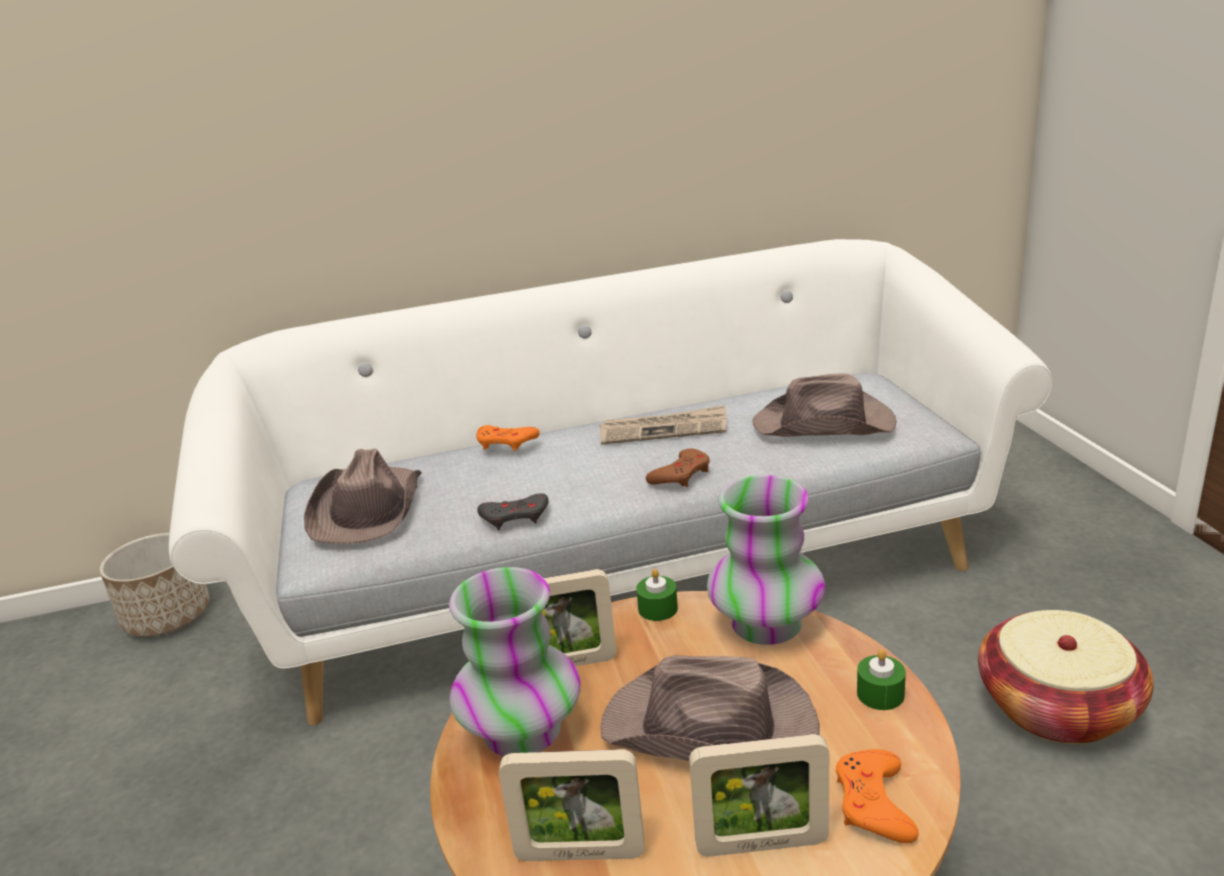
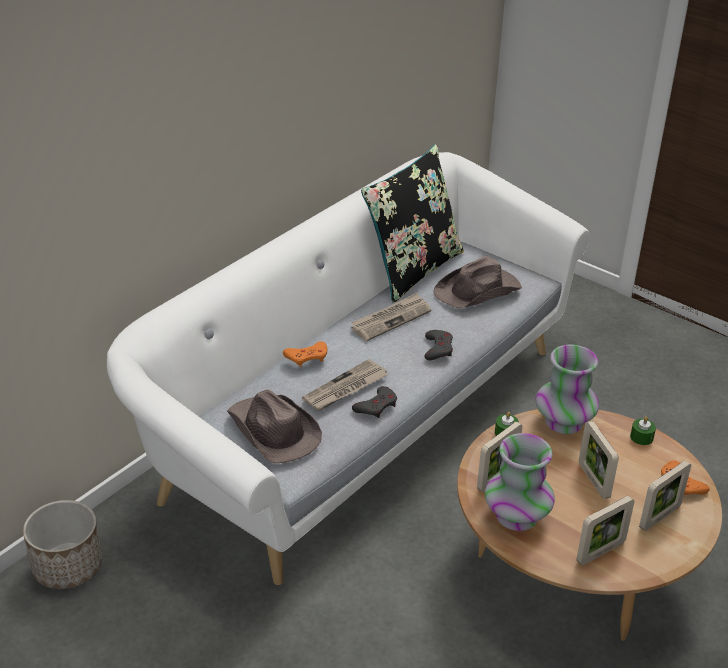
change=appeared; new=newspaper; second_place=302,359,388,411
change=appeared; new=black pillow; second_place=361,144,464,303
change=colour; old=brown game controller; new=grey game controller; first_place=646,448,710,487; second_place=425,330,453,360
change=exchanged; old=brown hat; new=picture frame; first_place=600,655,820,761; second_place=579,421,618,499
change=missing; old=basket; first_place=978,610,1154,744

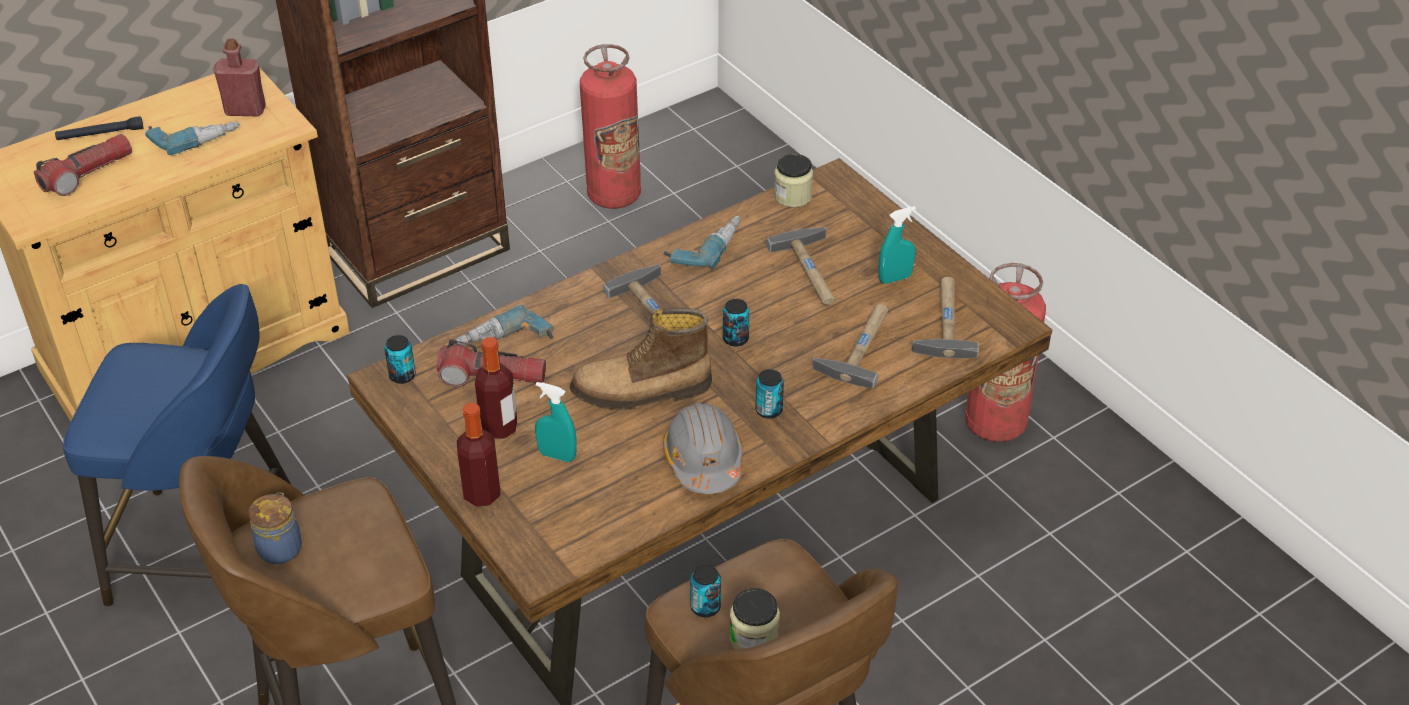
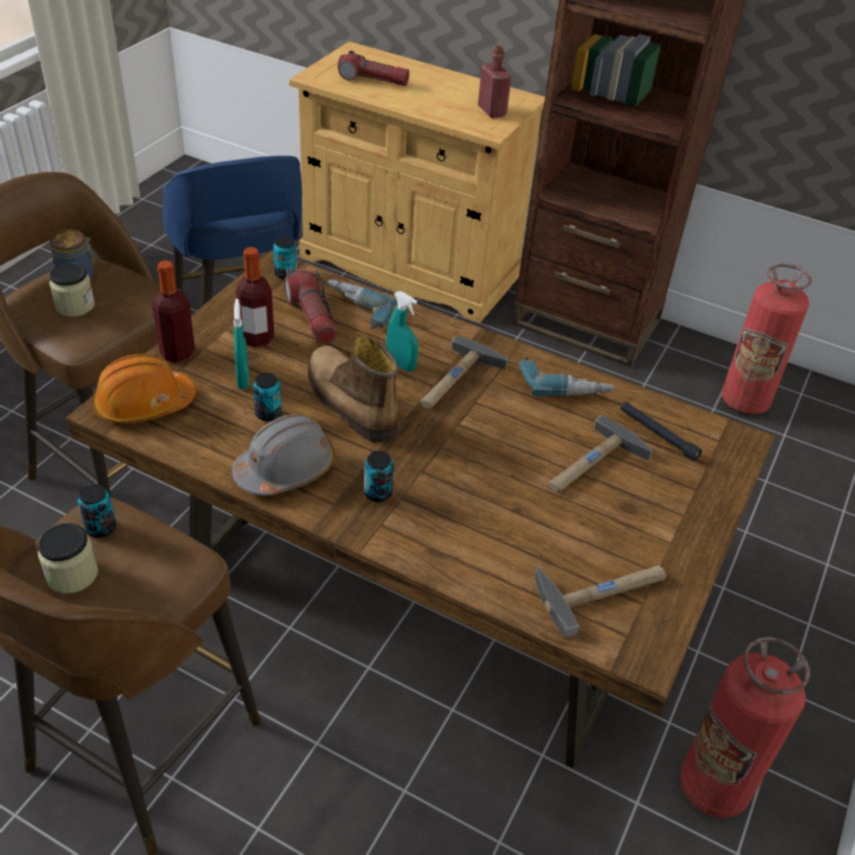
change=relocated; old=jar; first_place=774,154,813,207; second_place=49,263,95,317
change=appeared; new=orange hard hat; second_place=92,354,196,423
change=relocated; old=can; first_place=723,299,750,347; second_place=253,373,282,421
change=relocated; old=turquoise spray bottle; first_place=878,206,916,284; second_place=386,291,418,372
change=relocated; old=black flashlight; first_place=55,116,144,140; second_place=621,402,702,461
change=missing; old=power drill; first_place=145,121,240,155
change=missing; old=hammer; first_place=812,304,889,388

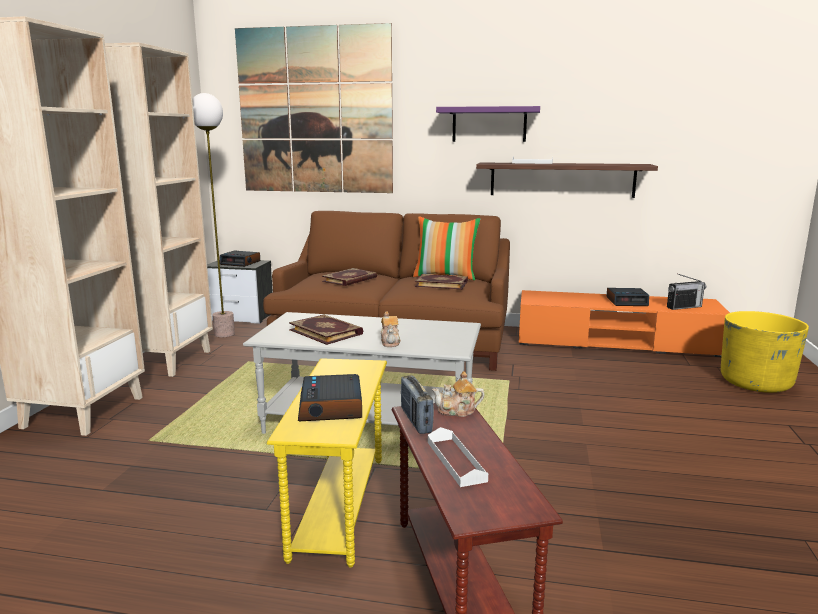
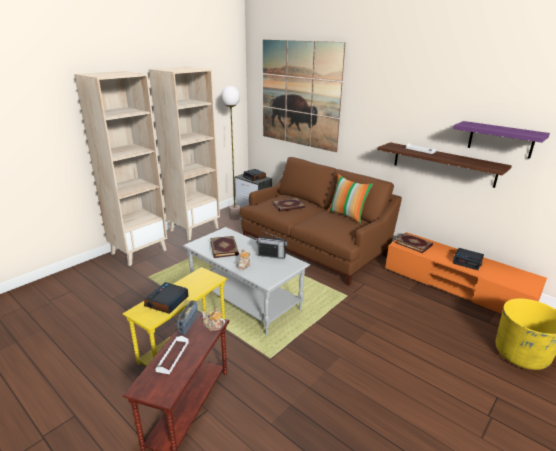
change=relocated; old=radio; first_place=667,274,706,310; second_place=256,230,288,259
change=relocated; old=book; first_place=415,274,468,290; second_place=395,233,433,253
change=relocated; old=purple shelf; first_place=436,106,540,142; second_place=453,121,550,159

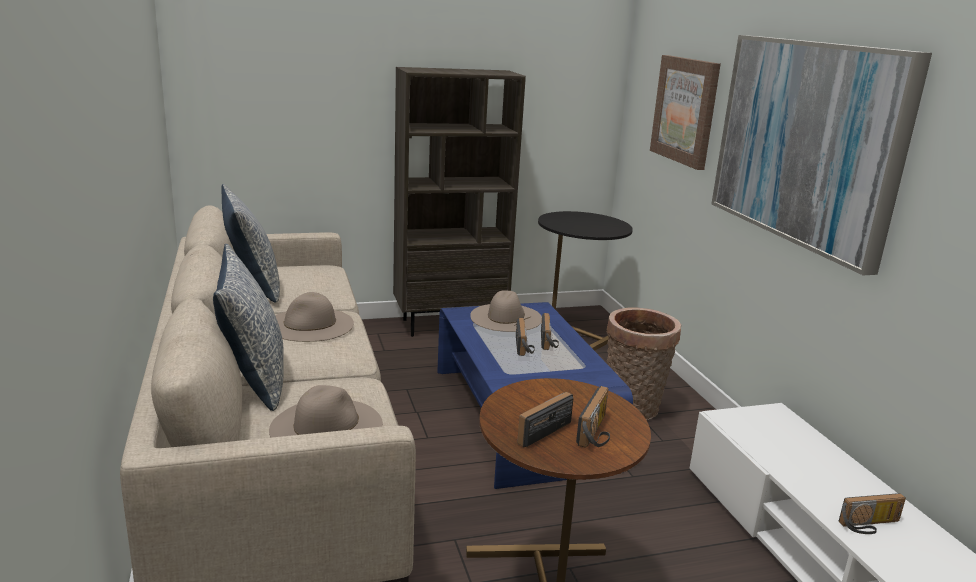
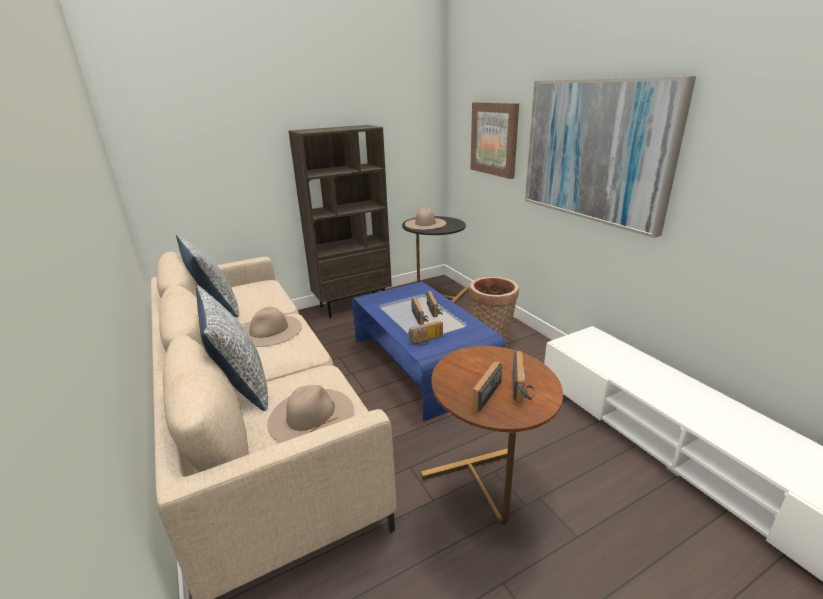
change=relocated; old=beige hat; first_place=470,290,542,332; second_place=405,208,446,230
change=relocated; old=radio; first_place=839,493,906,534; second_place=408,321,443,346

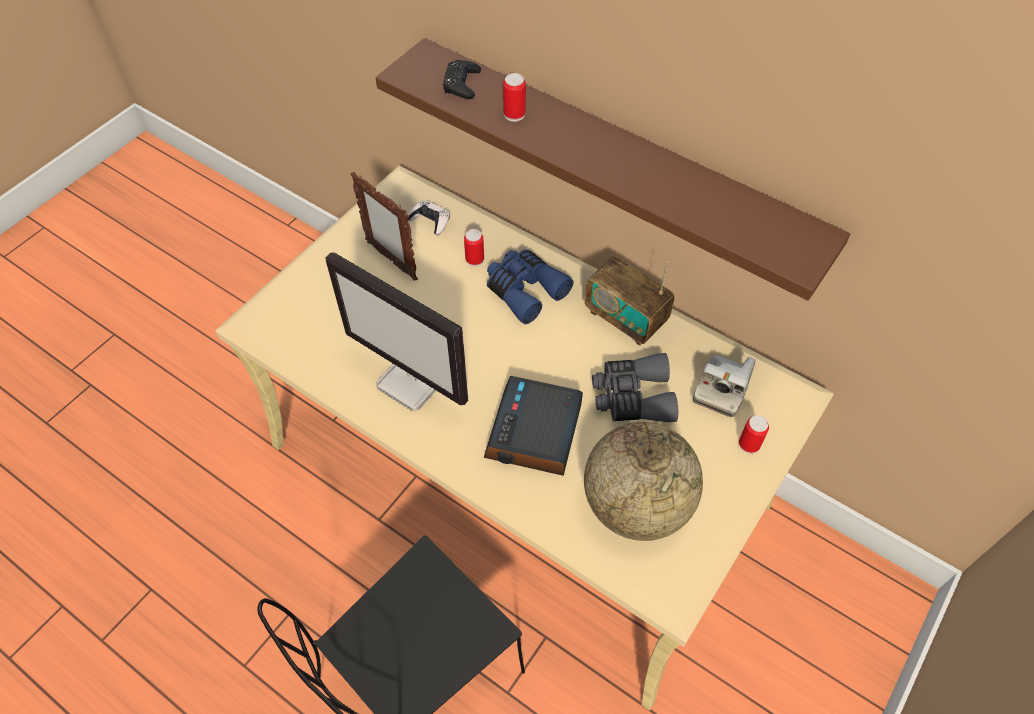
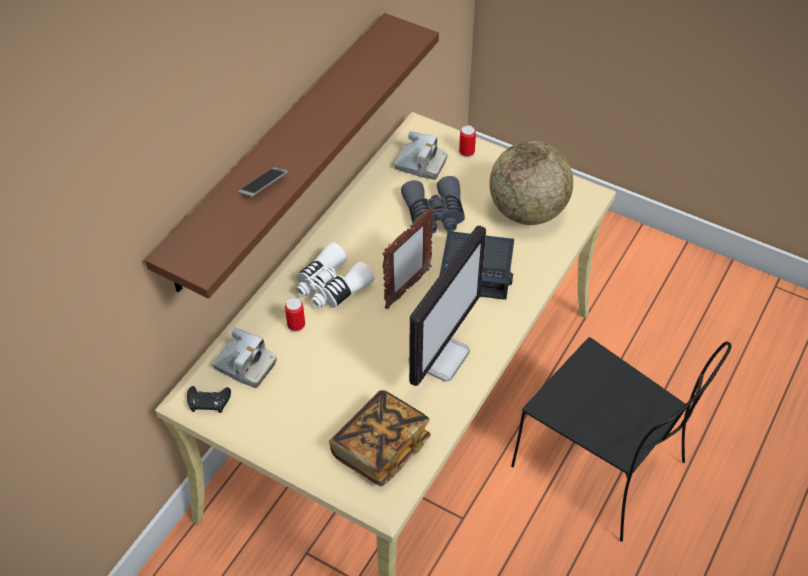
change=relocated; old=black game controller; first_place=443,60,481,99; second_place=187,386,231,413
change=exchanged; old=white game controller; new=photo camera; first_place=408,200,450,235; second_place=213,328,277,388
change=exchanged; old=can; new=phone; first_place=503,73,526,122; second_place=238,167,288,197
change=colour; old=blue binoculars; new=white binoculars; first_place=487,249,574,324; second_place=296,242,375,308
change=appeared; new=book; second_place=329,390,431,487
change=relocated; old=picture frame; first_place=350,172,418,281; second_place=382,207,433,309
change=missing; old=radio; first_place=584,256,675,346

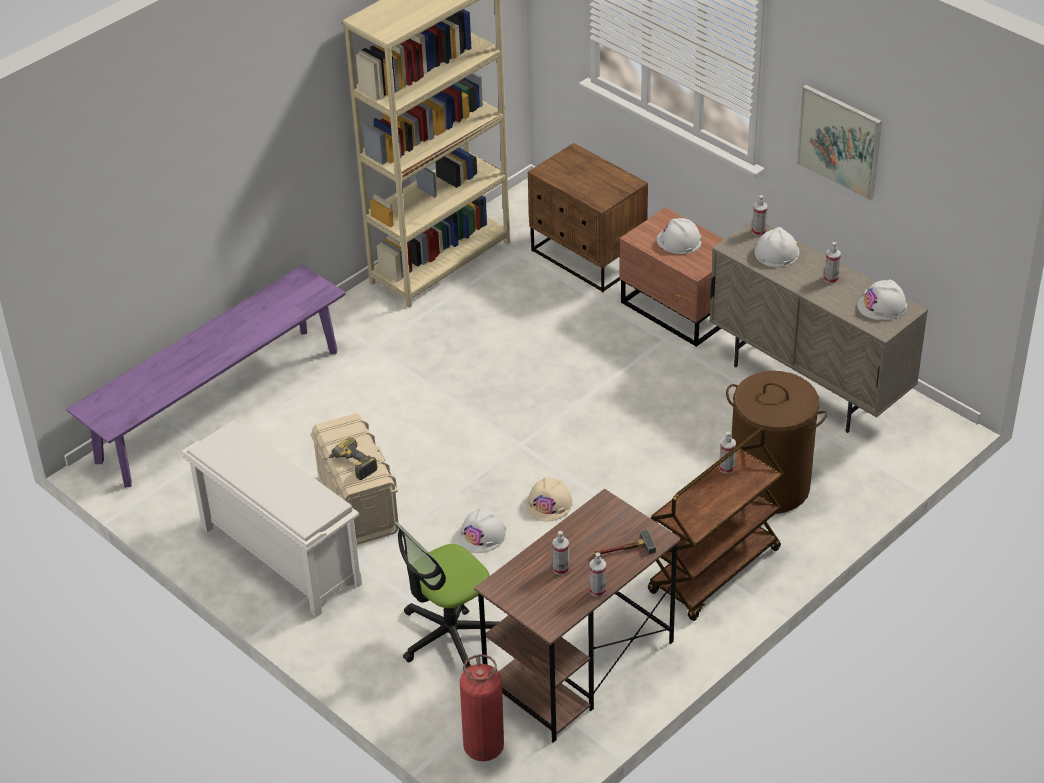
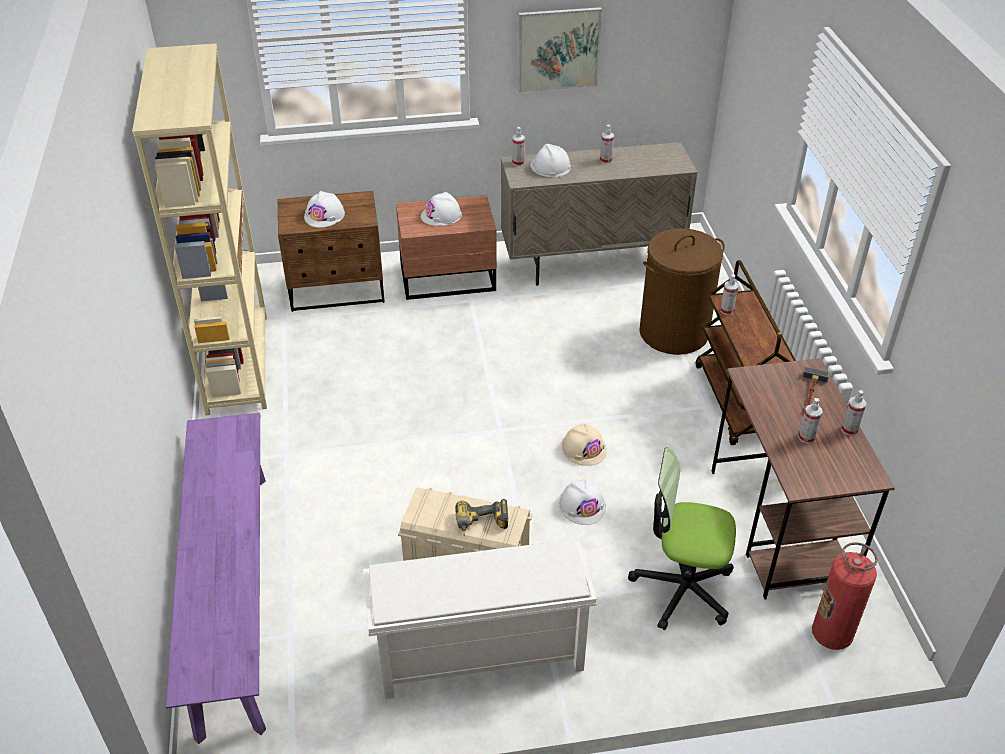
change=relocated; old=white hard hat; first_place=858,280,907,320; second_place=304,191,345,228
change=spun; old=office chair; first_place=394,522,499,671; second_place=628,447,736,630; degrees=105

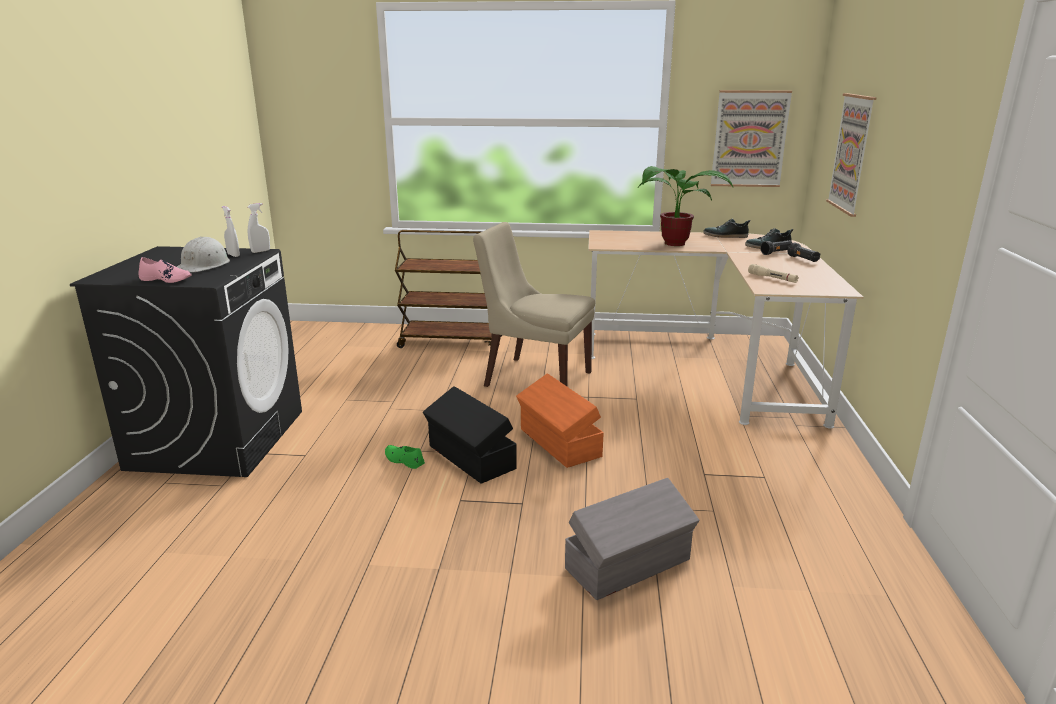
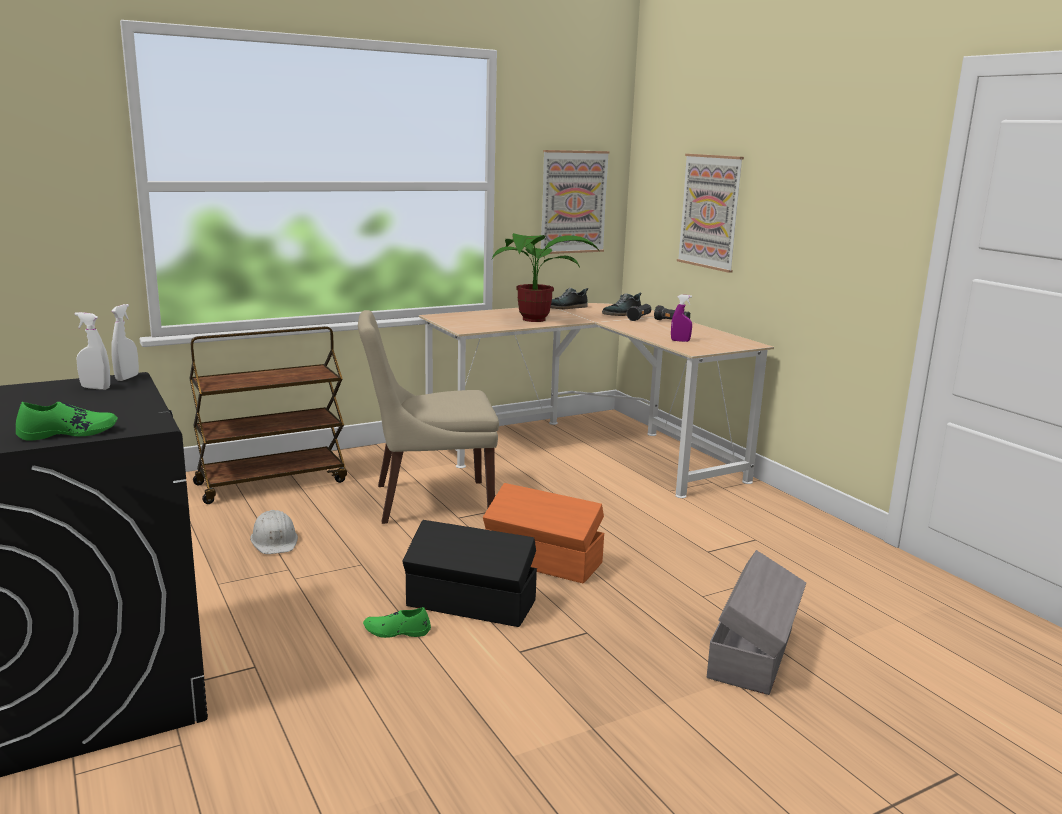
change=colour; old=pink shoe; new=green shoe; first_place=138,257,191,283; second_place=16,402,118,441
change=relocated; old=white hard hat; first_place=177,237,230,272; second_place=250,510,298,554
change=exchanged; old=beige flashlight; new=purple spray bottle; first_place=748,264,799,283; second_place=671,295,692,342

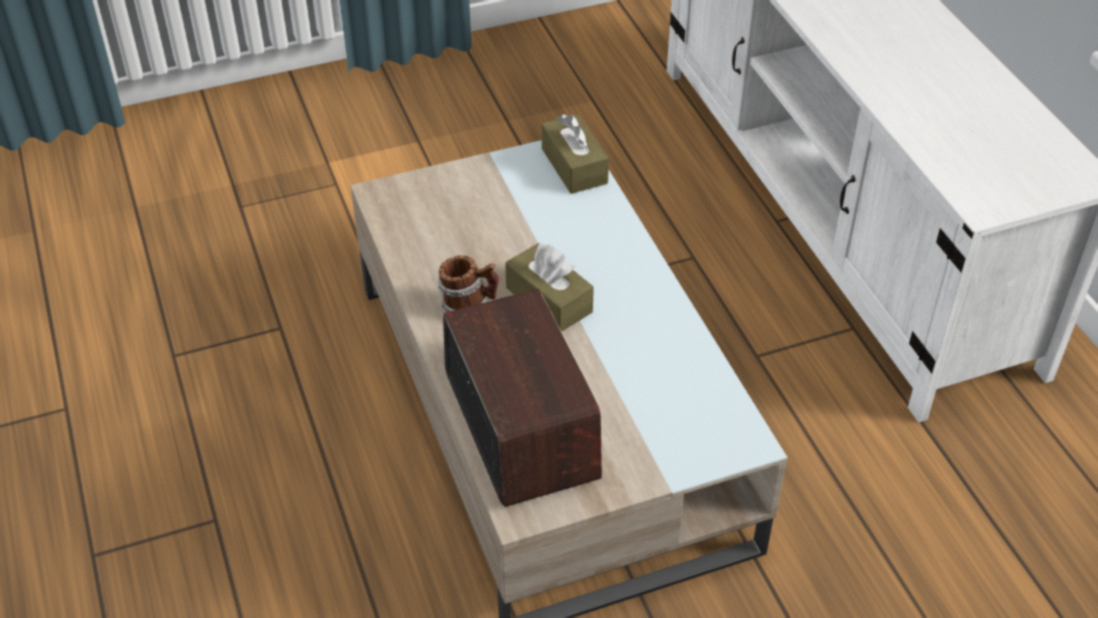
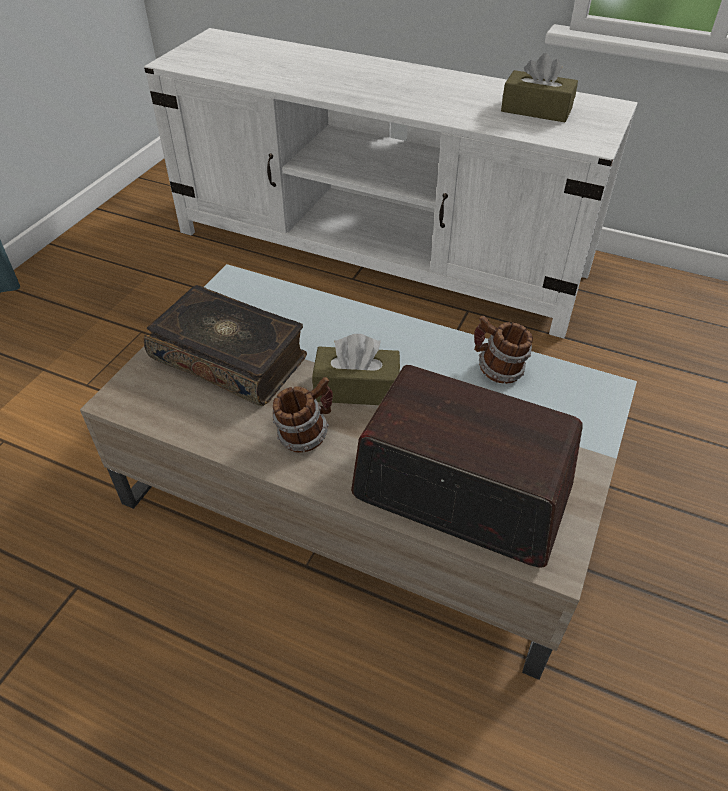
change=appeared; new=book; second_place=144,285,307,406
change=appeared; new=mug; second_place=474,316,533,384
change=relocated; old=brown tissue box; first_place=542,114,609,194; second_place=501,53,578,122

